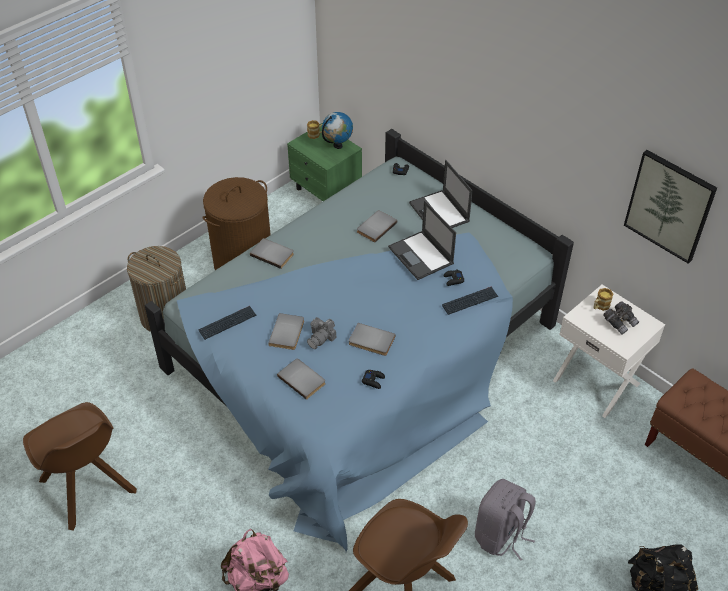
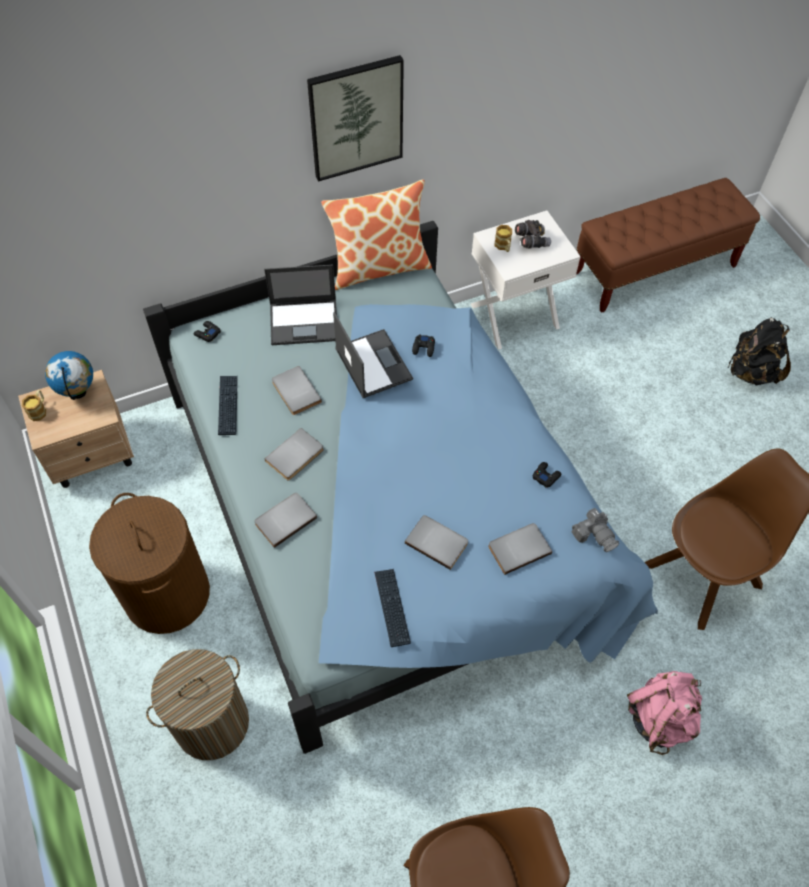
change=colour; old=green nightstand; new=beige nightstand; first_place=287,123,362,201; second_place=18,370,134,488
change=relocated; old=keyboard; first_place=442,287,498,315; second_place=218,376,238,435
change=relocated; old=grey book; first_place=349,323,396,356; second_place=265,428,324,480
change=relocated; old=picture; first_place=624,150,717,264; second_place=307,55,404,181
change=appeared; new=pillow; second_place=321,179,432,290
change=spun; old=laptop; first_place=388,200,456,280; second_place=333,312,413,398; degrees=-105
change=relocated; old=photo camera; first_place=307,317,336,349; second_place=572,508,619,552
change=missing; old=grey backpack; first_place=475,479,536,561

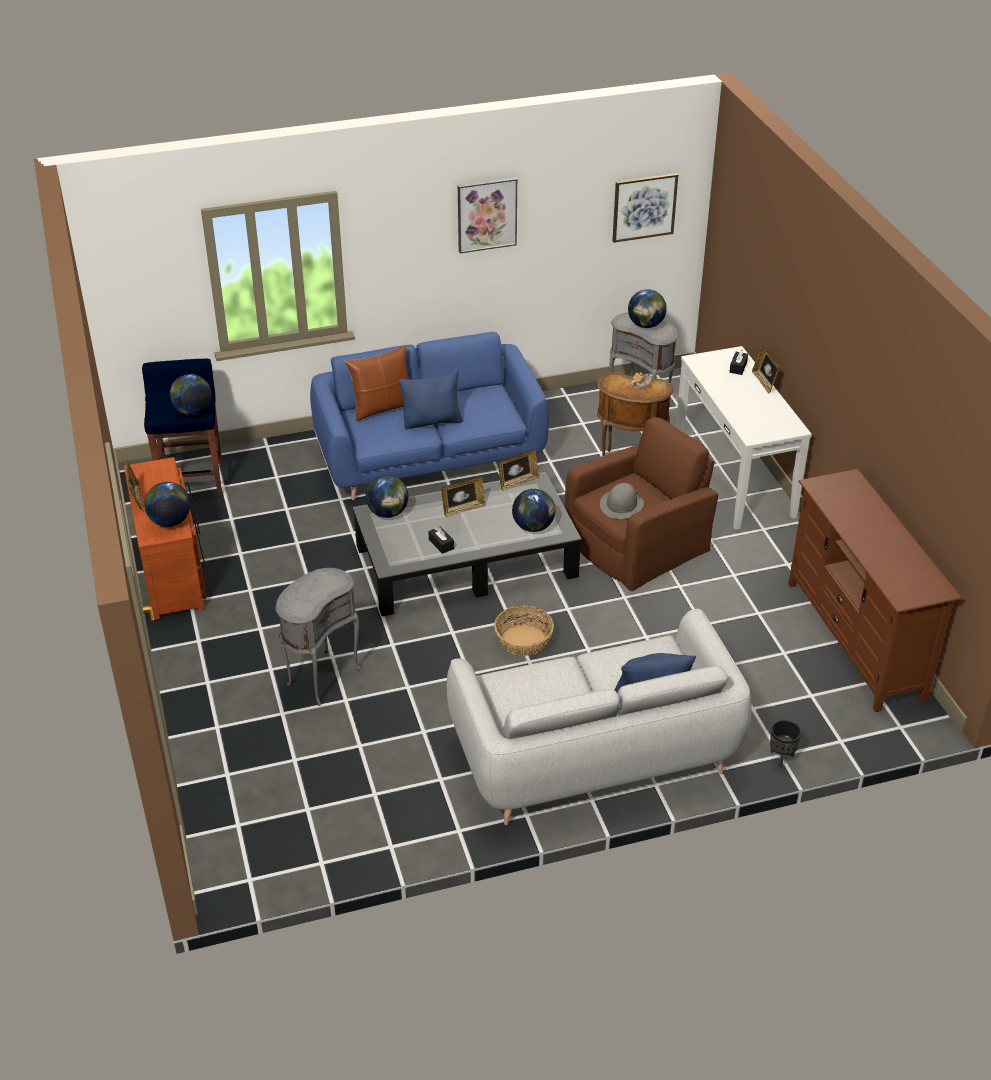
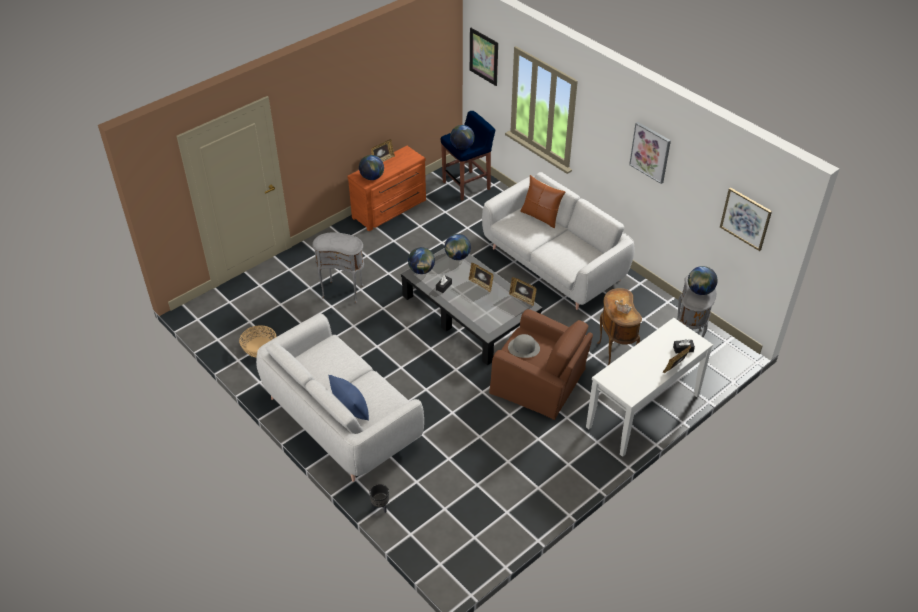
change=relocated; old=basket; first_place=494,605,554,656; second_place=239,325,276,357
change=relocated; old=globe; first_place=512,489,555,532; second_place=408,247,435,274
change=appeared; new=picture; second_place=470,28,498,86
change=colour; old=blue sofa; new=grey sofa; first_place=310,332,549,500; second_place=482,172,634,310
change=missing; old=blue pillow; first_place=399,370,463,429
change=missing; old=brown tv stand; first_place=788,469,963,712

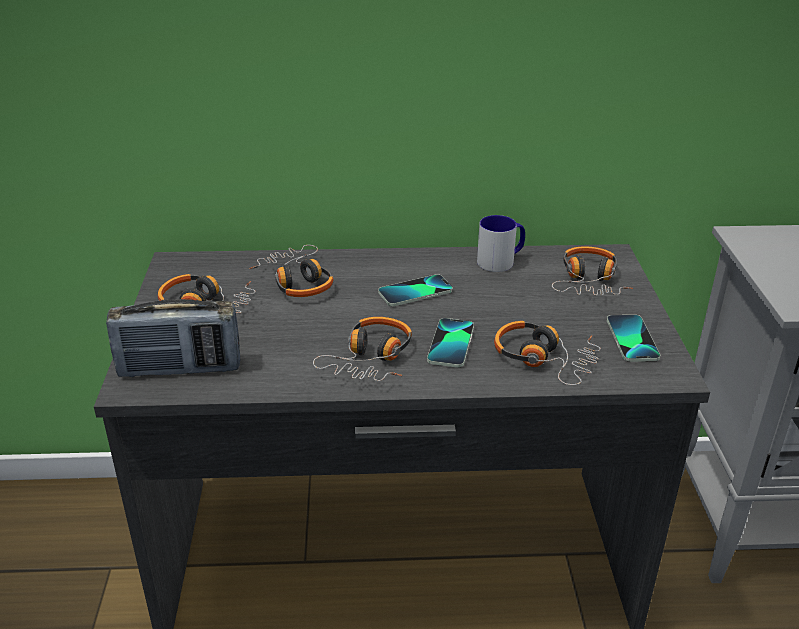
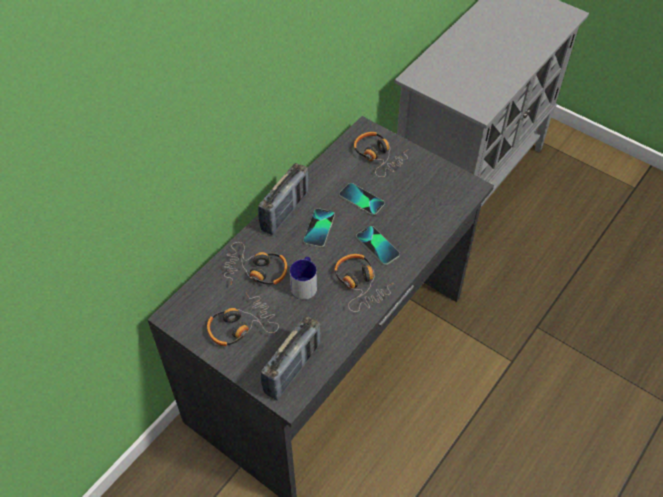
change=appeared; new=radio; second_place=258,163,309,235
change=relocated; old=mug; first_place=477,215,525,272; second_place=290,257,317,300
change=relocated; old=phone; first_place=607,315,660,362; second_place=339,183,385,215
change=missing; old=headphones; first_place=494,321,601,385

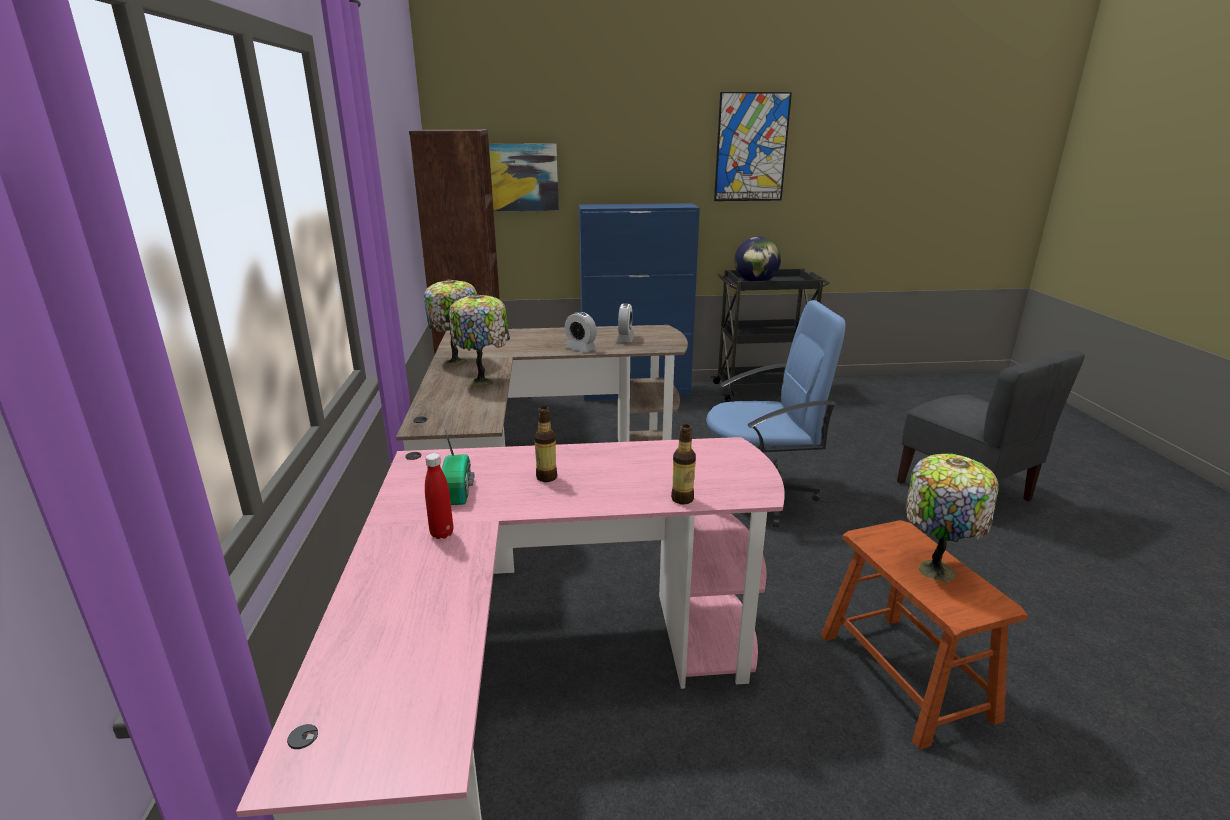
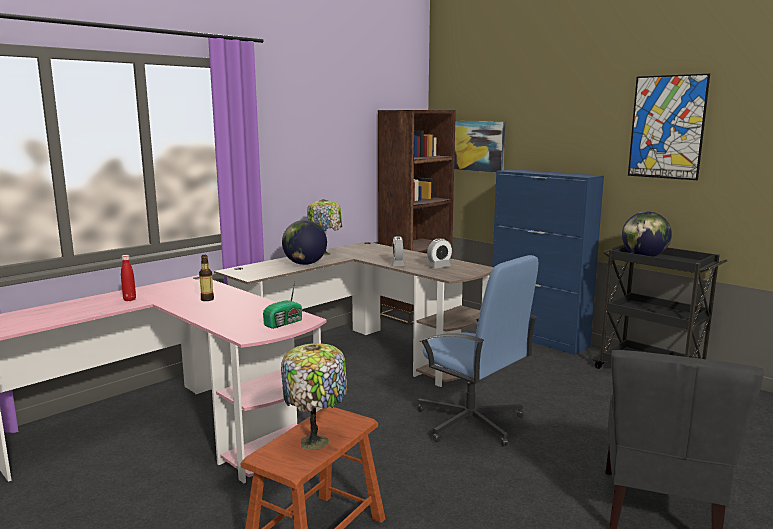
change=relocated; old=radio; first_place=442,426,475,505; second_place=263,282,303,329
change=exchanged; old=table lamp; new=globe; first_place=449,294,510,387; second_place=282,220,327,265
change=missing; old=bottle; first_place=671,424,696,504

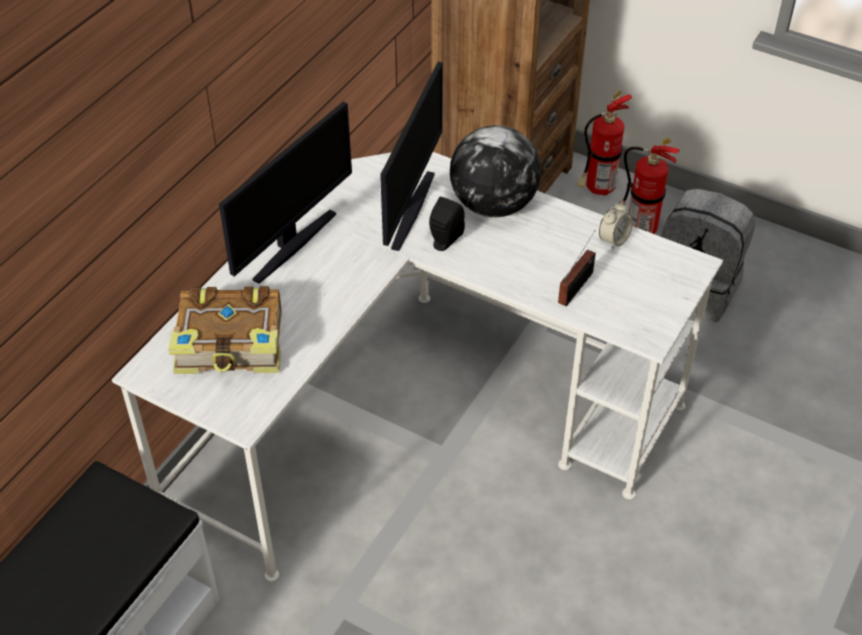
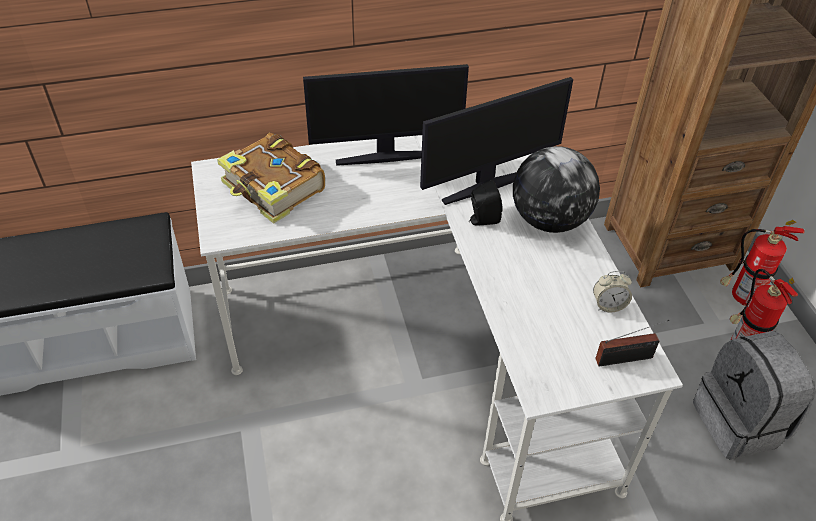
change=relocated; old=radio; first_place=558,230,596,306; second_place=595,320,669,366

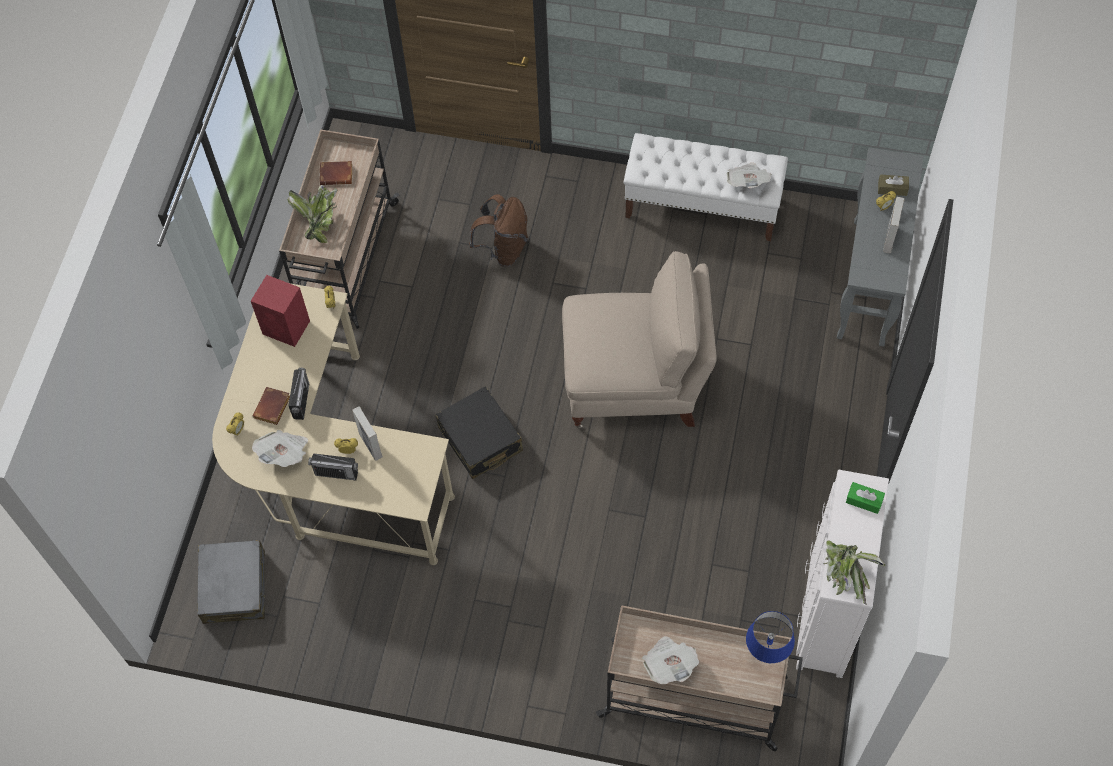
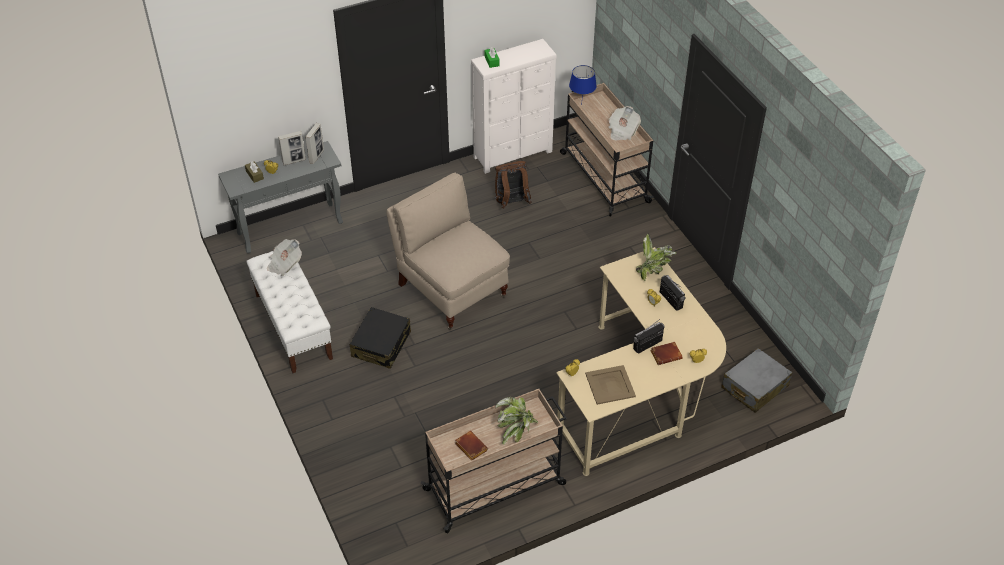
change=relocated; old=picture frame; first_place=352,406,383,461; second_place=305,123,324,164
change=relocated; old=black suitcase; first_place=435,386,523,479; second_place=350,307,411,369
change=relocated; old=brown backpack; first_place=469,194,528,267; second_place=495,161,532,208
change=exchanged; old=red speaker; new=beige tray; first_place=251,275,310,347; second_place=585,365,636,405
change=relocated; old=potted plant; first_place=824,540,885,605; second_place=636,233,676,281
change=missing; old=newspaper; first_place=252,430,308,467

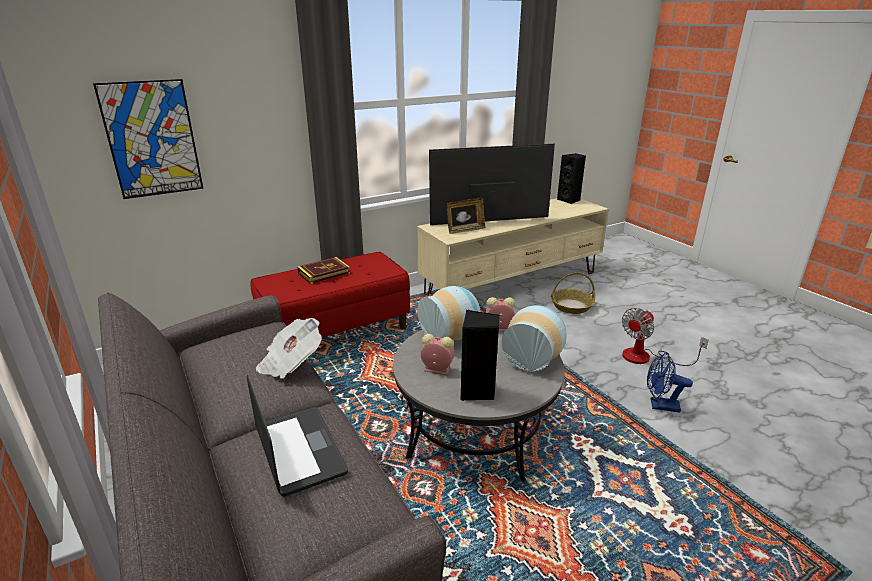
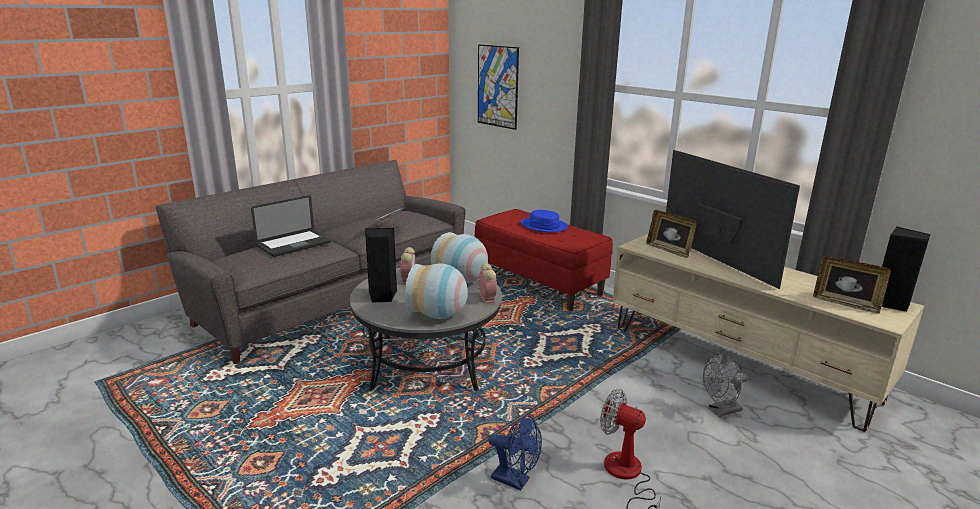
change=spun; old=blue fan; first_place=647,353,693,413; second_place=488,415,542,491; degrees=120
change=exchanged; old=book; new=blue hat; first_place=297,257,350,284; second_place=521,210,568,232
change=exchanged; old=basket; new=grey fan; first_place=551,272,595,314; second_place=703,353,748,417
change=appeared; new=picture frame; second_place=813,256,891,314

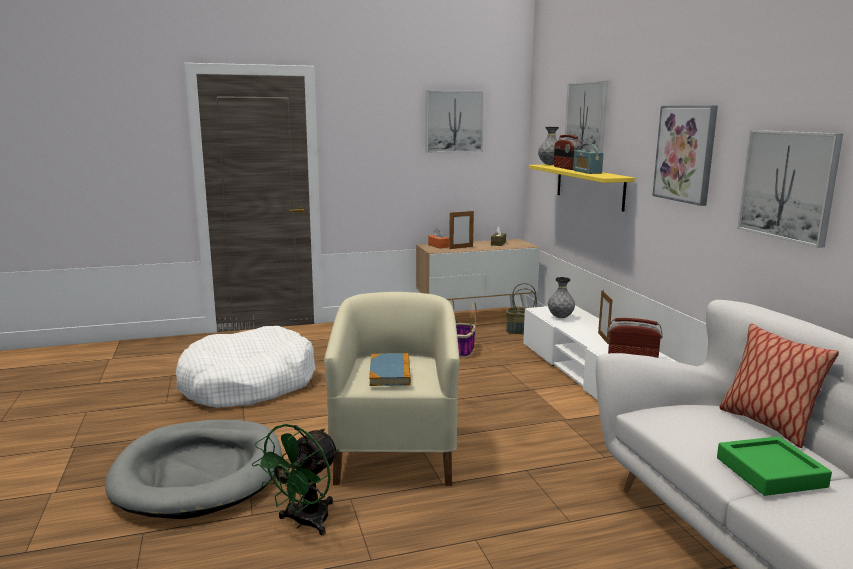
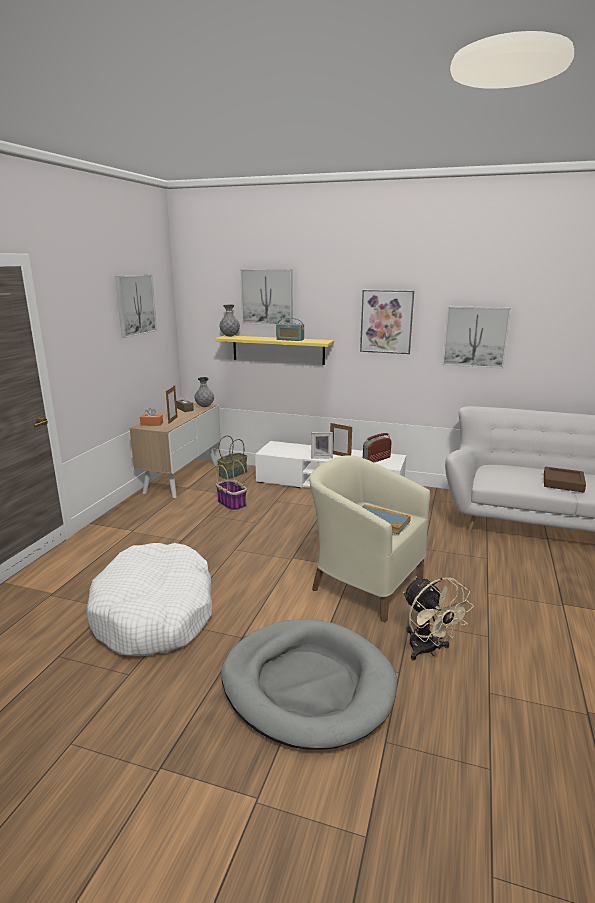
change=relocated; old=grey vase; first_place=548,277,575,318; second_place=194,377,214,407
change=appeared; new=picture frame; second_place=311,432,333,459
change=colour; old=green fan; new=beige fan; first_place=252,424,339,535; second_place=403,577,474,660
change=colour; old=green tray; new=brown tray; first_place=717,436,832,496; second_place=544,467,586,493
change=missing; old=radio; first_place=554,135,582,170
change=missing; old=pillow; first_place=719,323,839,448

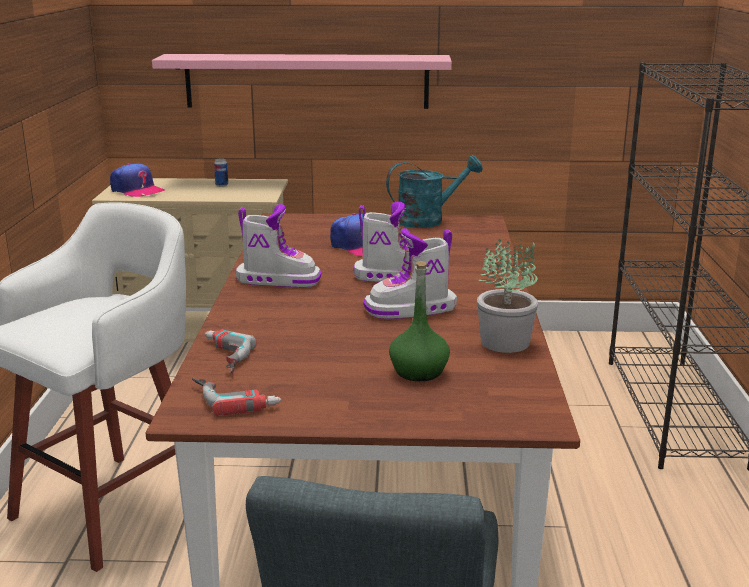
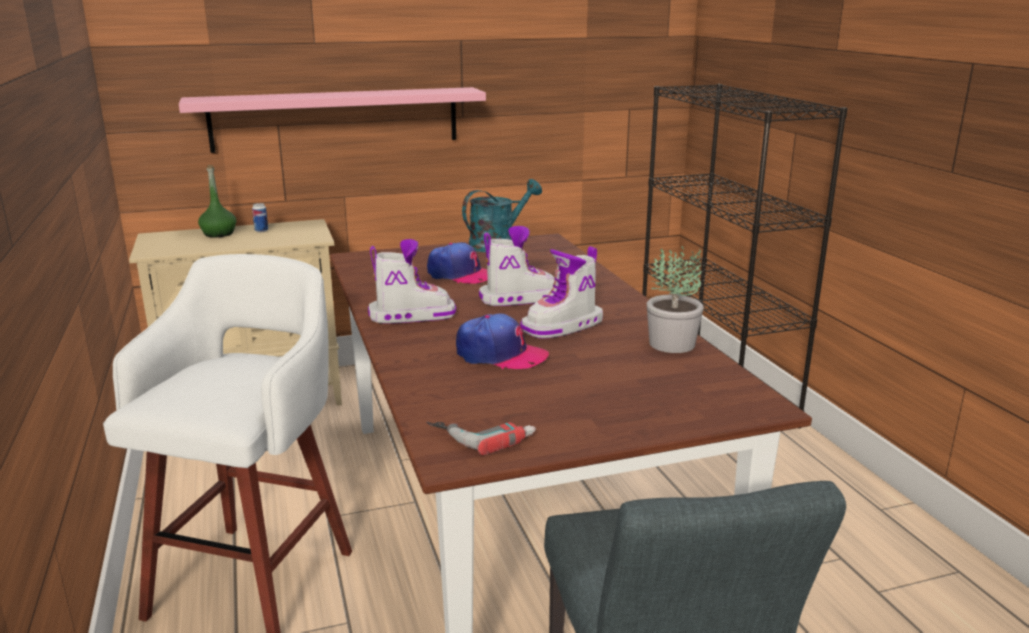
change=relocated; old=green bottle; first_place=389,261,450,381; second_place=198,165,236,237
change=relocated; old=cap; first_place=110,163,165,197; second_place=456,314,549,369
change=missing; old=power drill; first_place=205,330,257,373

